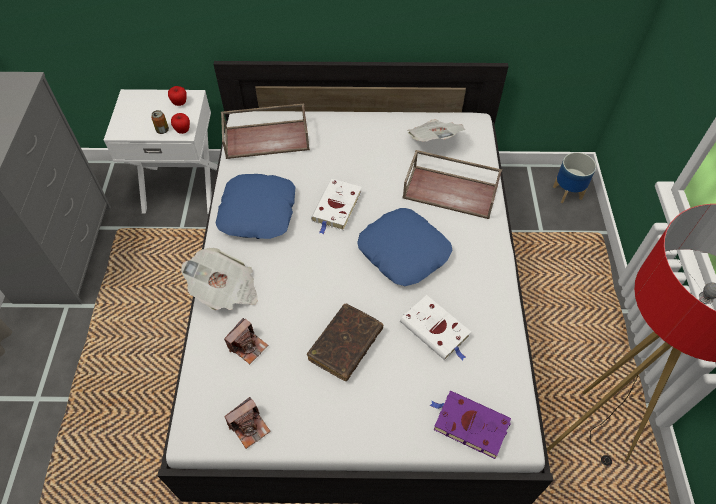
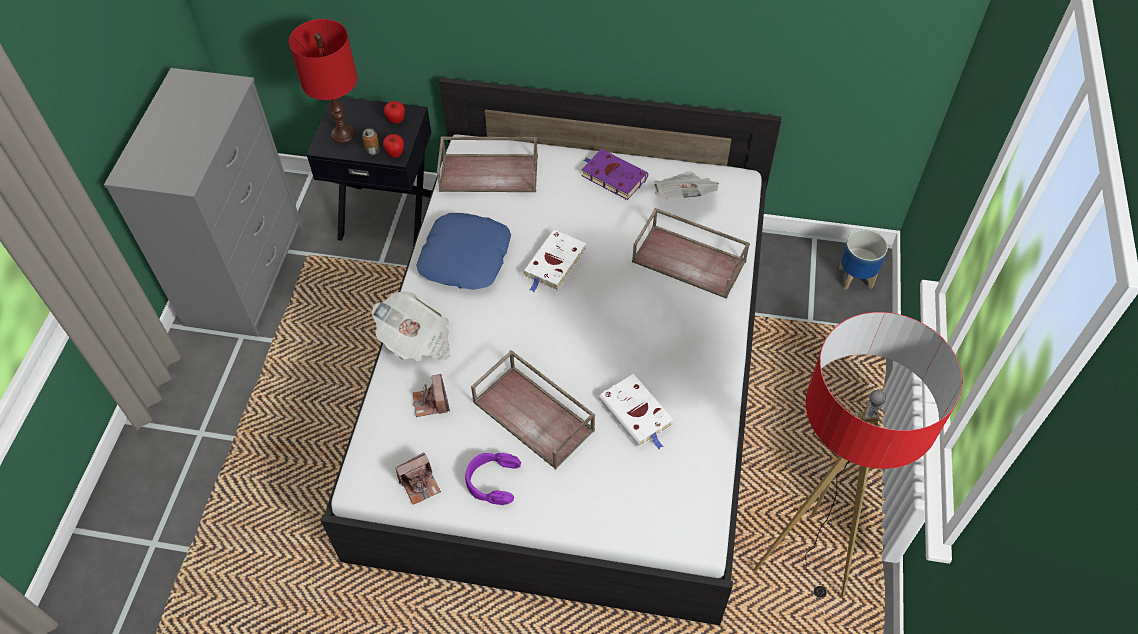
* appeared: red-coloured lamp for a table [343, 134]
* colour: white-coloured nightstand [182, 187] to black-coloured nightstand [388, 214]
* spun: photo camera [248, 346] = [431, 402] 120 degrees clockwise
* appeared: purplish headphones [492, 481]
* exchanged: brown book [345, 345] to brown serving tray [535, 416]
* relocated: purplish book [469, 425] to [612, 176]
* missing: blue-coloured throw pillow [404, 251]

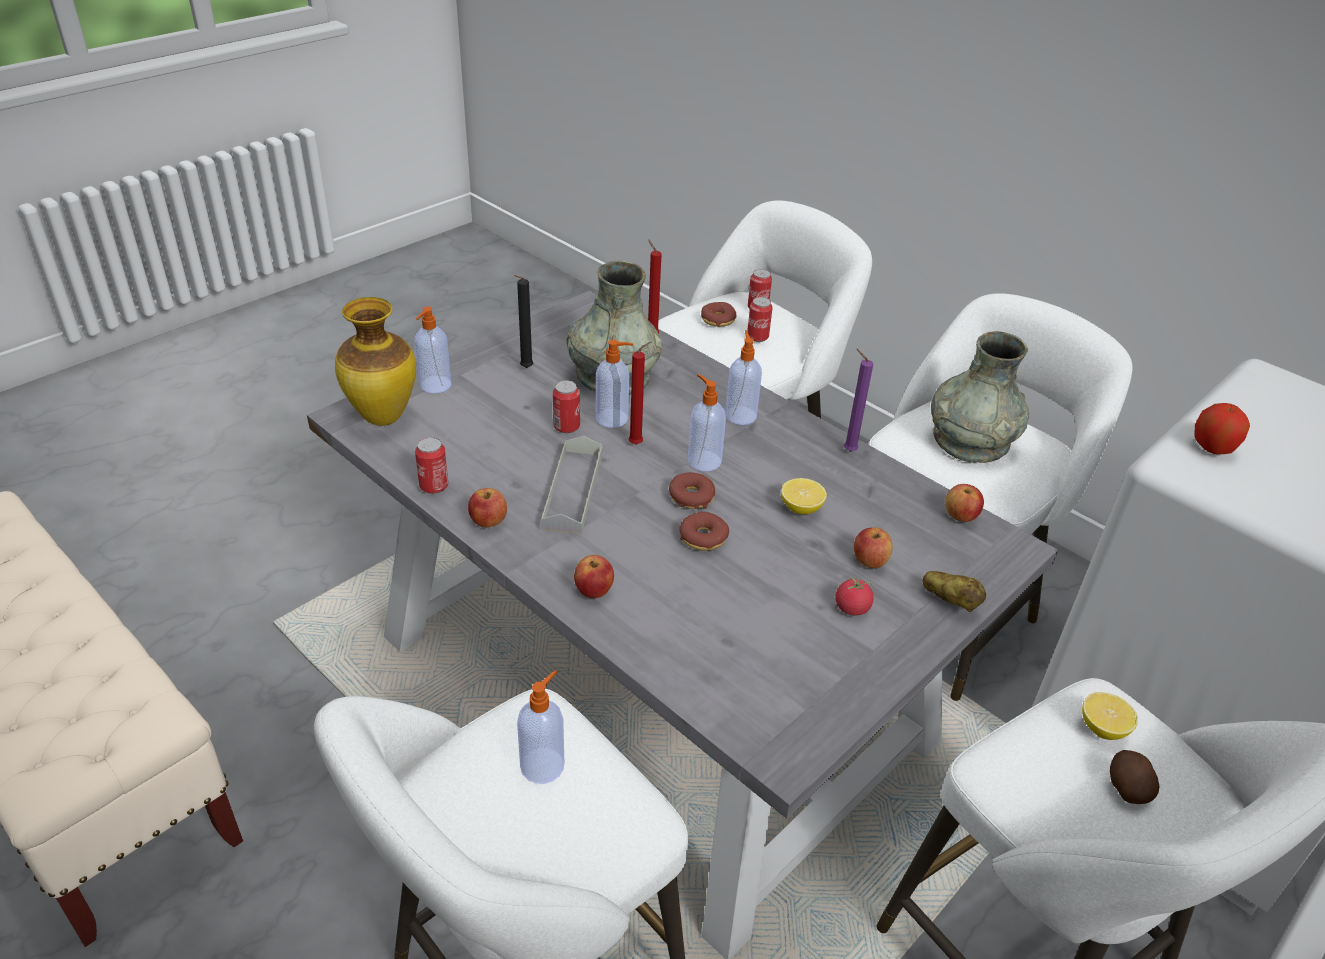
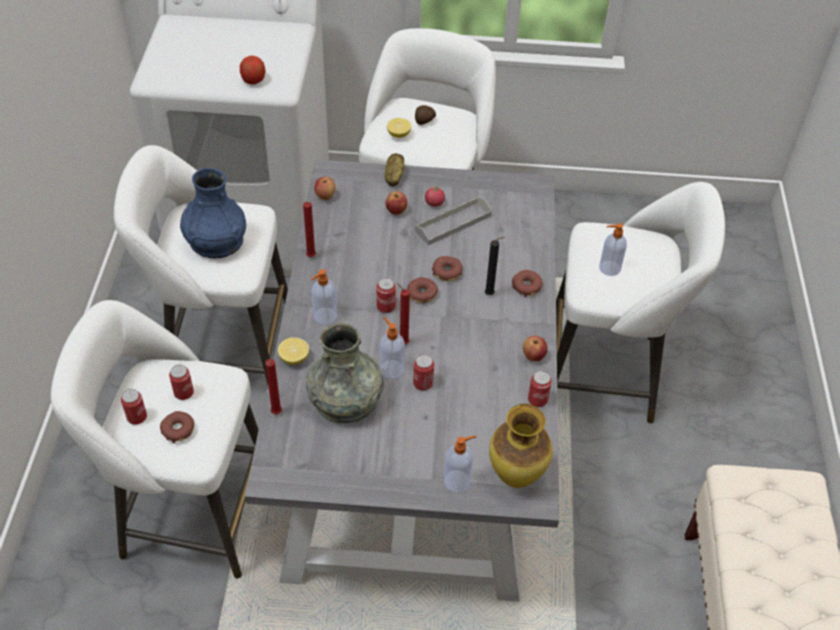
* colour: greyish vase [970, 440] to blue-coloured vase [216, 241]
* relocated: citrus fruit [801, 508] to [294, 358]
* colour: purplish wax light [847, 450] to red-coloured wax light [311, 257]
* exchanged: liquid soap bottle [703, 460] to sealed can [386, 307]
* relocated: greyish serving tray [573, 490] to [453, 223]
* relocated: black-coloured wax light [525, 369] to [491, 294]
* exchanged: apple fruit [594, 591] to donut [526, 286]

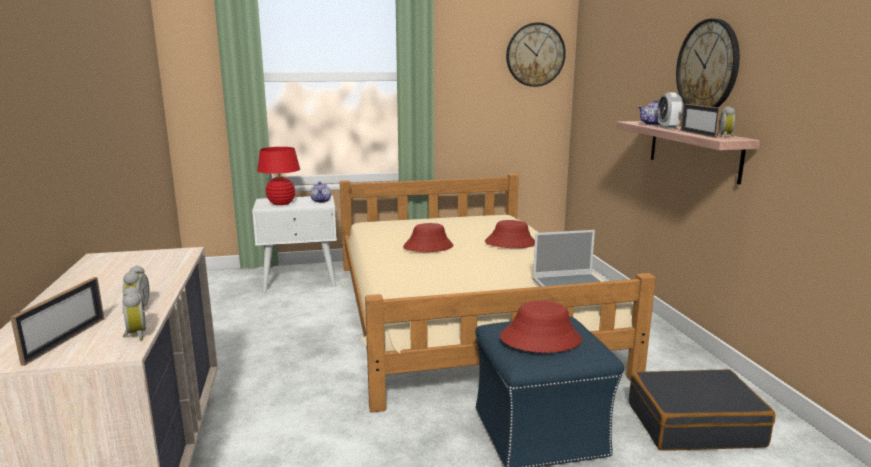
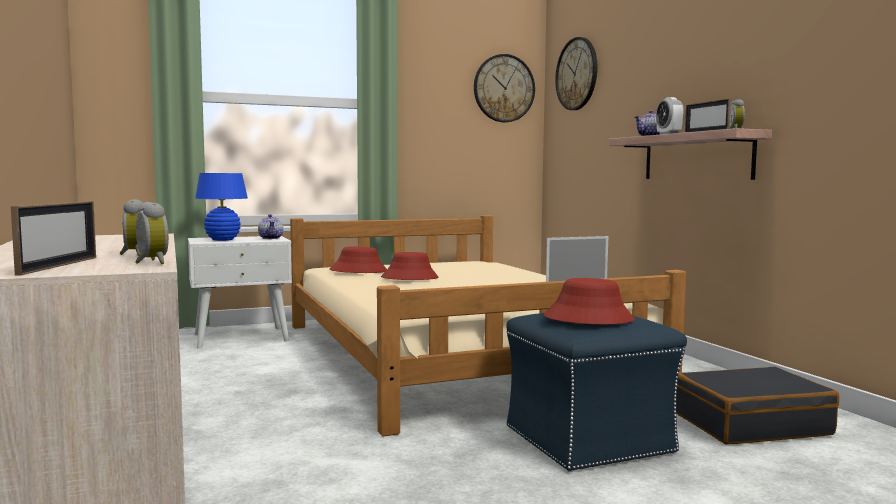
* colour: red-coloured lamp for a table [281, 203] to blue-coloured lamp for a table [222, 240]
* relocated: red-coloured clothing hat [510, 243] to [358, 271]
* relocated: wall clock [707, 66] to [577, 74]

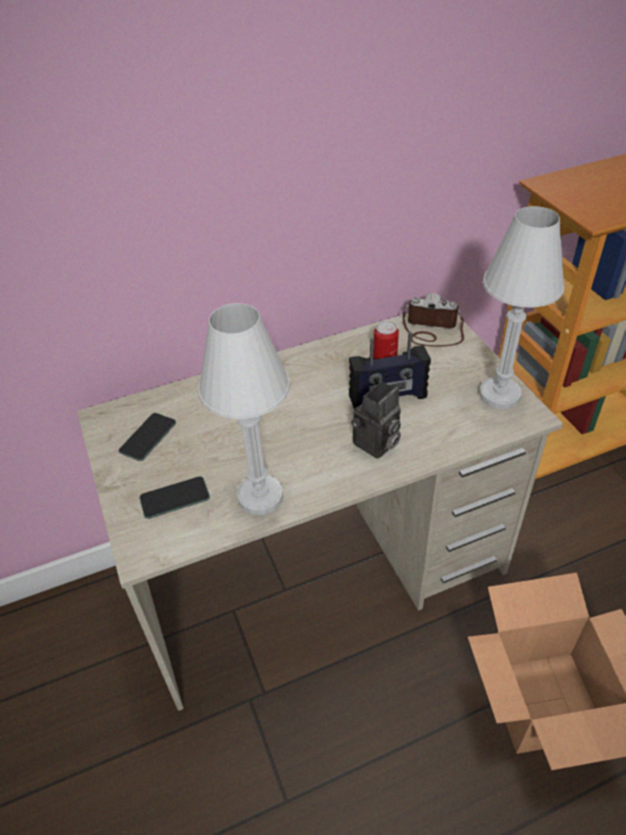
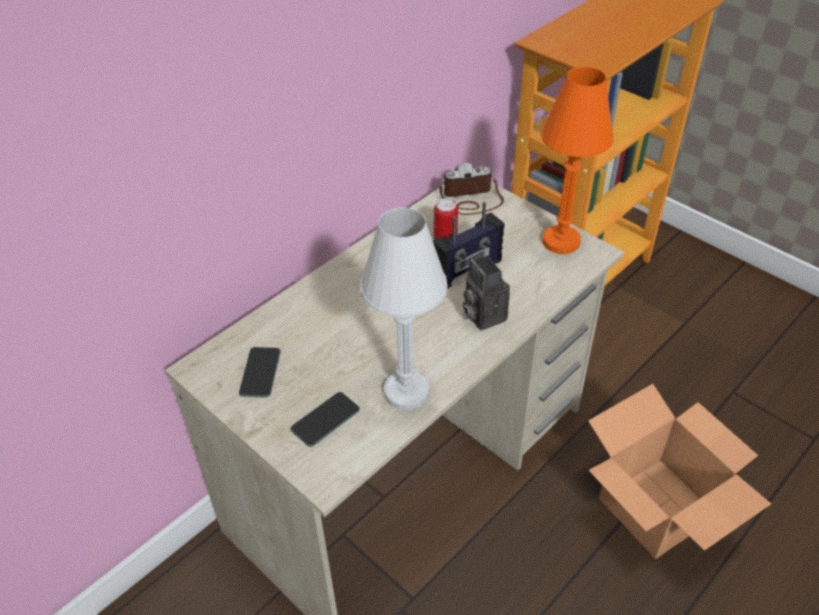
* spun: photo camera [376, 445] = [482, 315] 135 degrees clockwise
* colour: white-coloured lamp for a table [499, 395] to orange lamp for a table [561, 241]

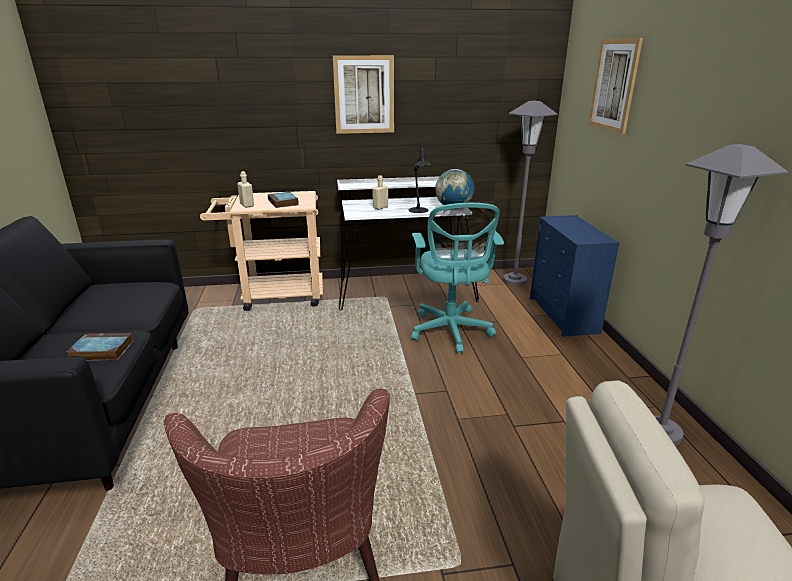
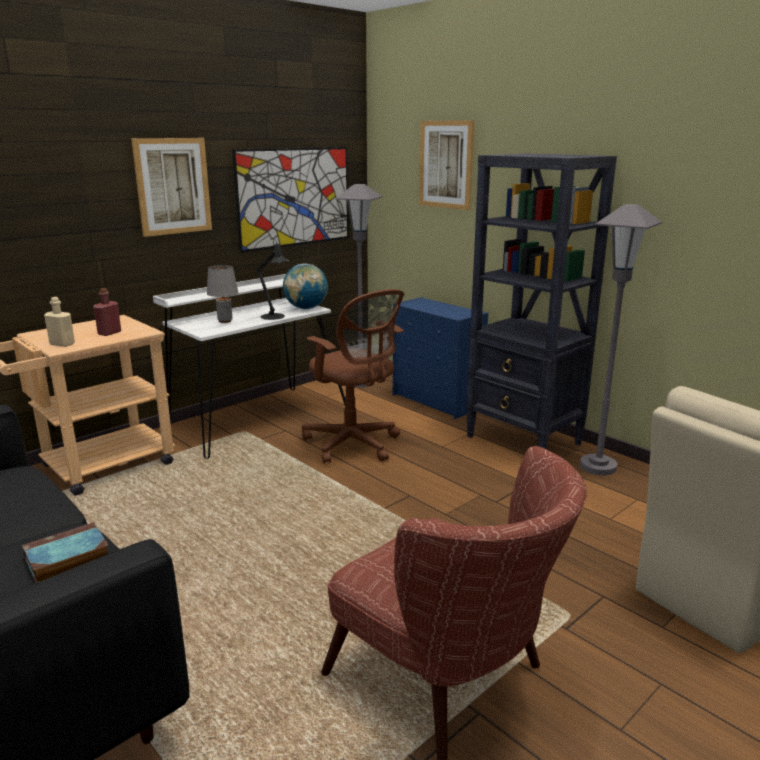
* exchanged: book [283, 202] to red-coloured drink bottle [109, 333]
* exchanged: beige drink bottle [380, 207] to greyish lamp for a table [225, 321]
* appeared: picture [295, 197]
* colour: turquoise office chair [451, 332] to brown office chair [354, 444]
* appeared: black-coloured bookcase [524, 441]

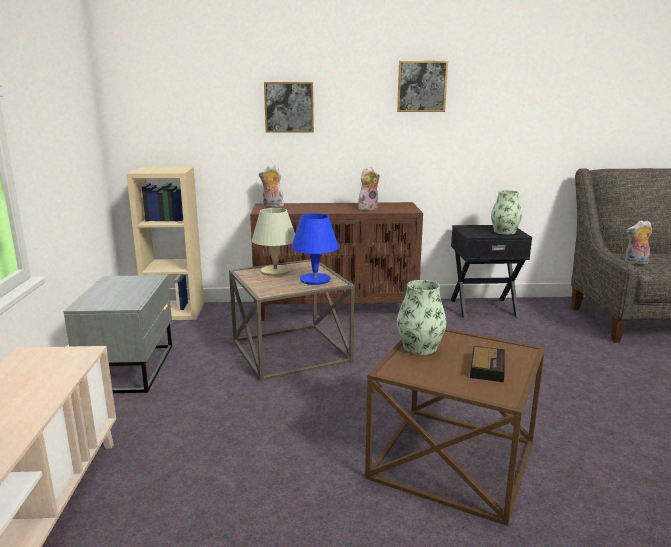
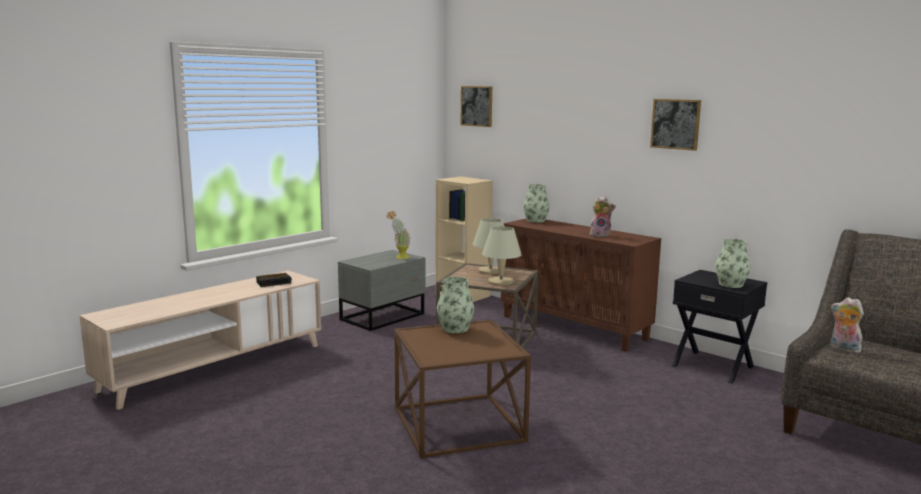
* relocated: bedside clock [487, 367] to [274, 282]
* appeared: plant in a pot [399, 258]
* relocated: picture [289, 107] to [477, 106]
* colour: blue-coloured lamp for a table [315, 280] to beige lamp for a table [500, 282]
* exchanged: cuddly toy [272, 206] to vase [535, 220]

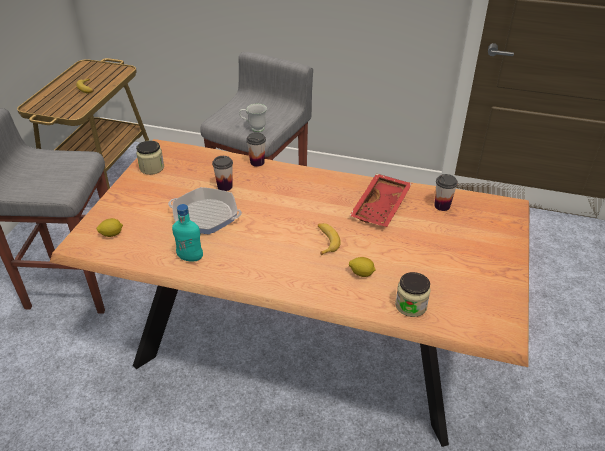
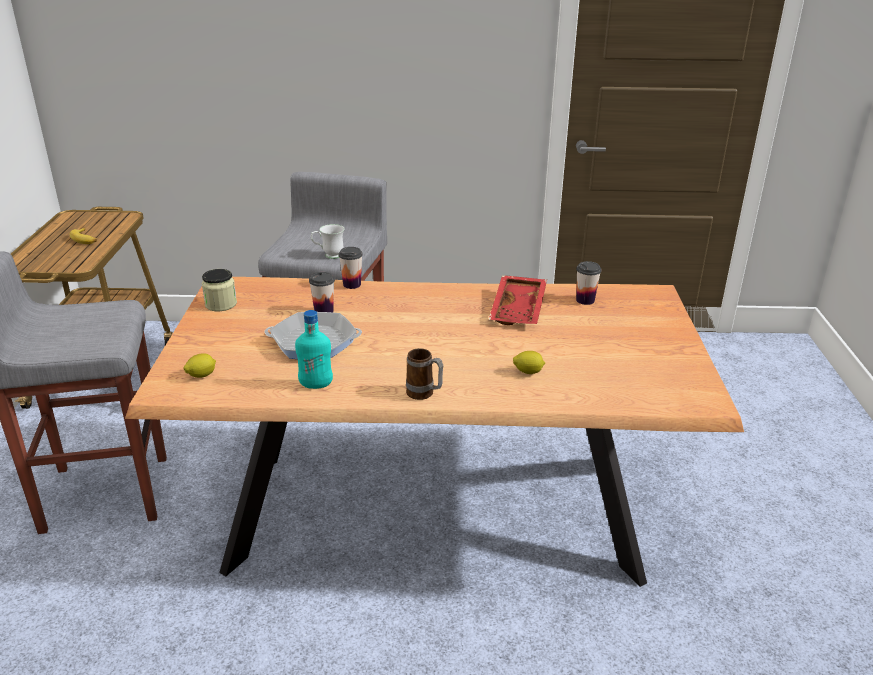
* appeared: coffee mug [424, 394]
* missing: banana fruit [325, 241]
* missing: storage jar [411, 305]

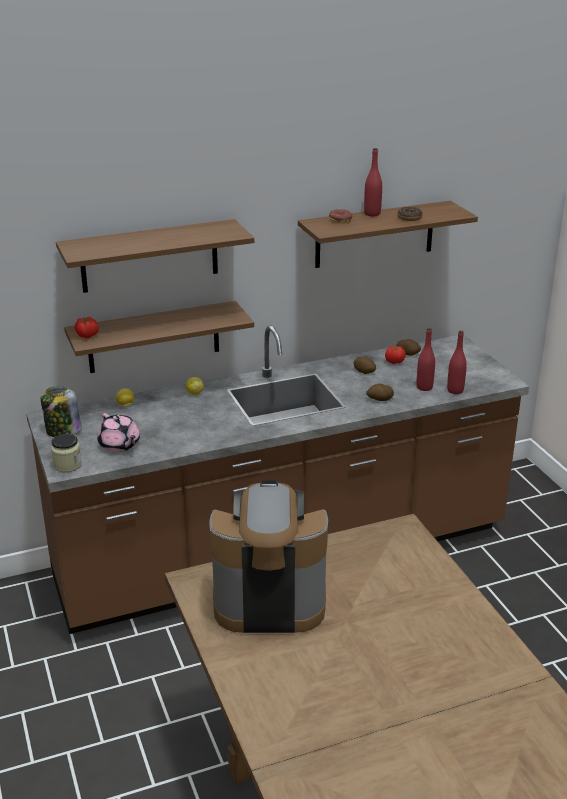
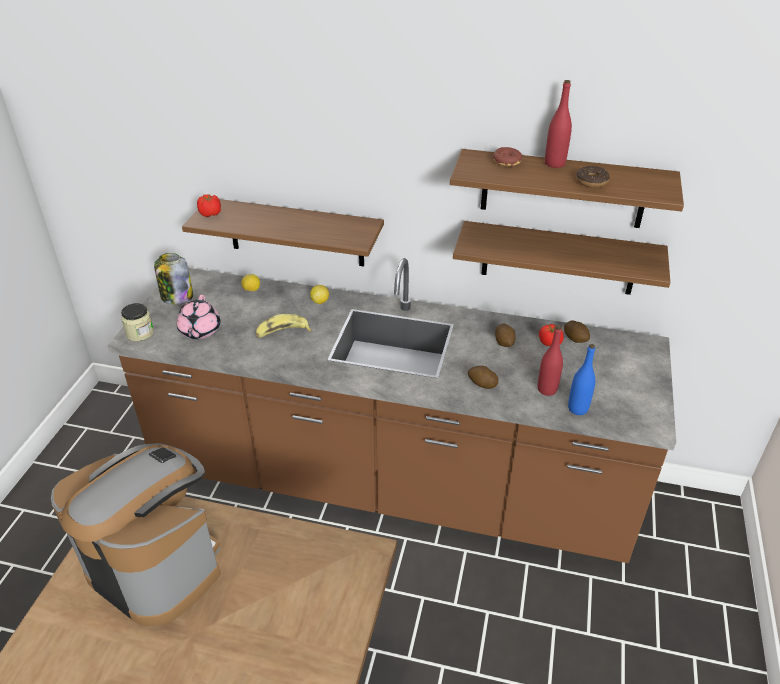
* appeared: banana fruit [282, 332]
* relocated: shelf [149, 256] to [558, 258]
* colour: red-coloured drink bottle [455, 390] to blue-coloured drink bottle [577, 408]

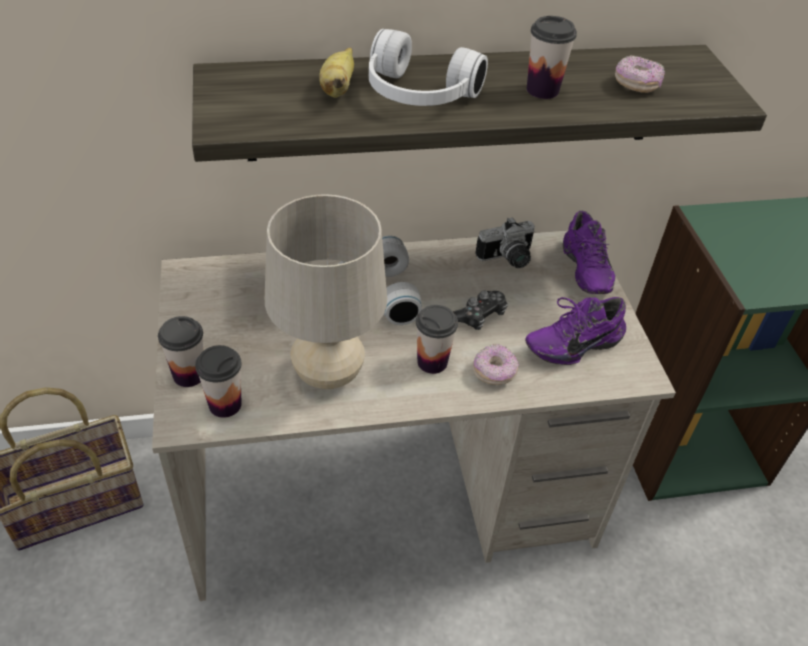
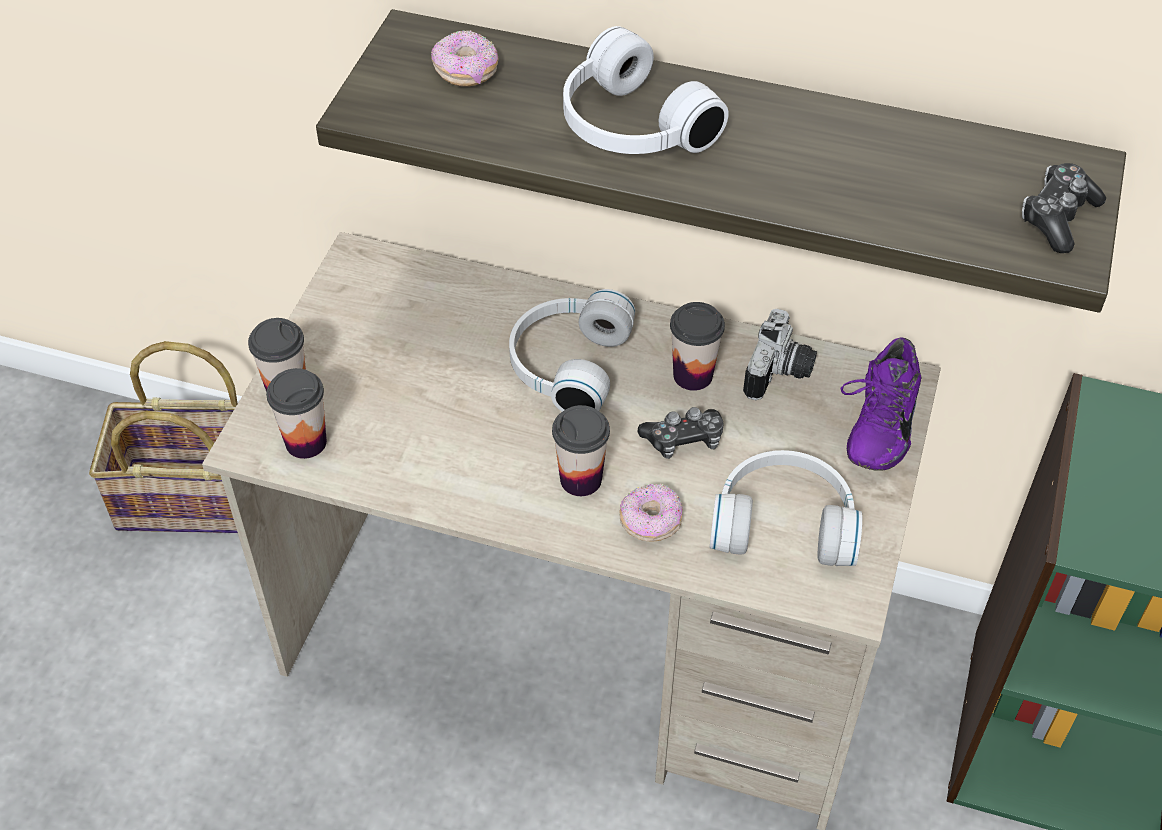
* relocated: donut [636, 85] to [466, 72]
* relocated: cup [542, 90] to [693, 375]
* exchanged: purplish low shoe [571, 343] to white-coloured headphones [784, 521]
* spun: photo camera [508, 259] = [781, 373] 75 degrees counterclockwise
* appeared: joypad [1057, 217]
* missing: beige lamp for a table [327, 375]
* missing: banana fruit [338, 88]

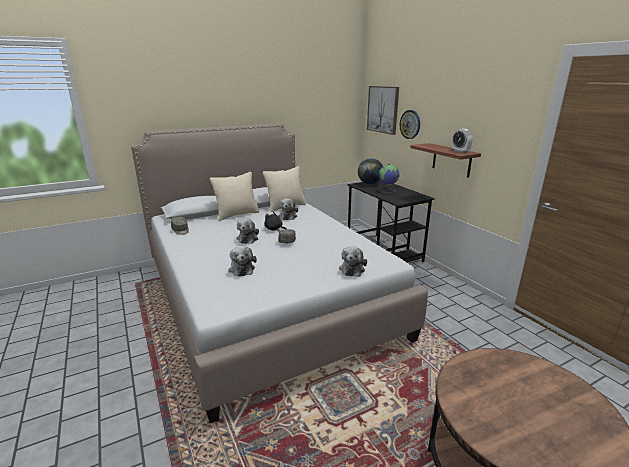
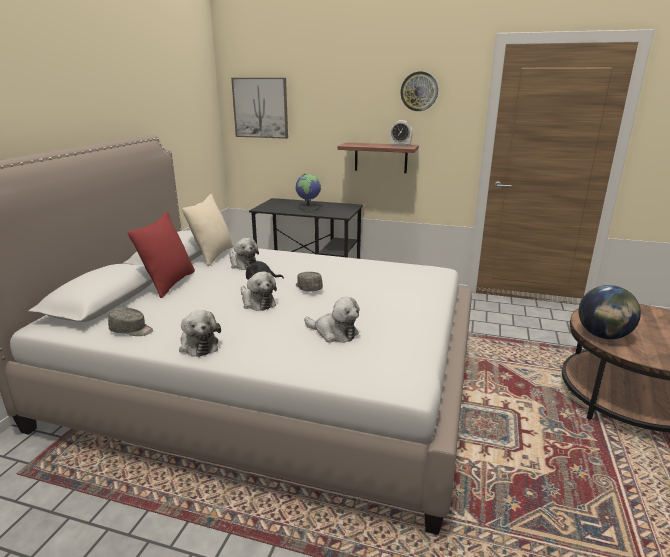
* colour: beige throw pillow [237, 214] to red-coloured throw pillow [169, 283]
* relocated: cuddly toy [352, 269] to [198, 345]
* relocated: wall clock [410, 124] to [419, 91]
* relocated: desk globe [369, 184] to [603, 336]

